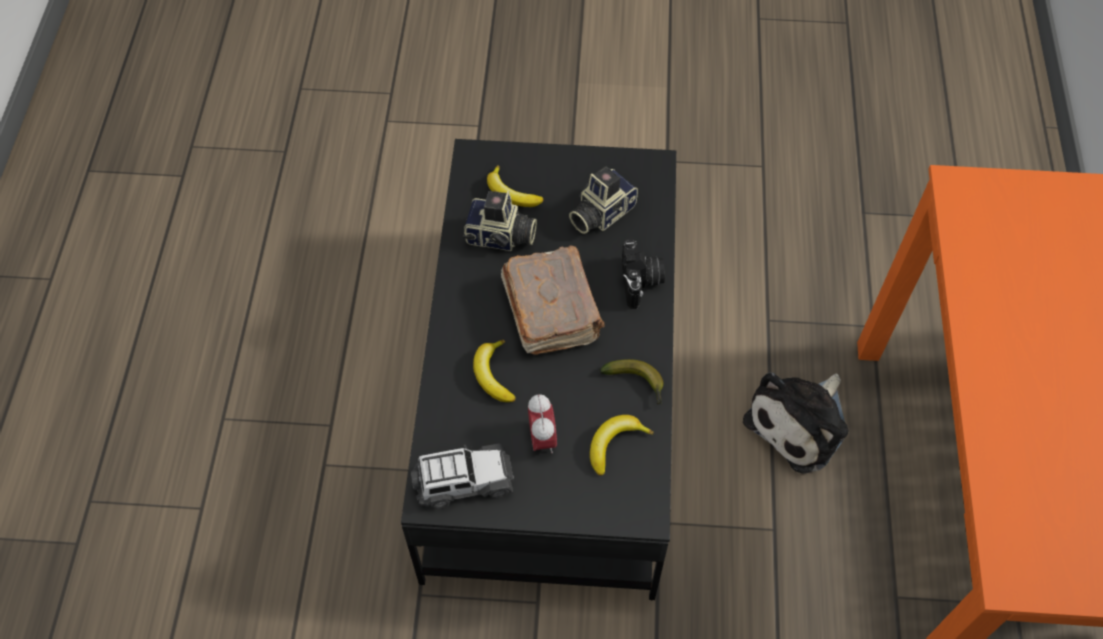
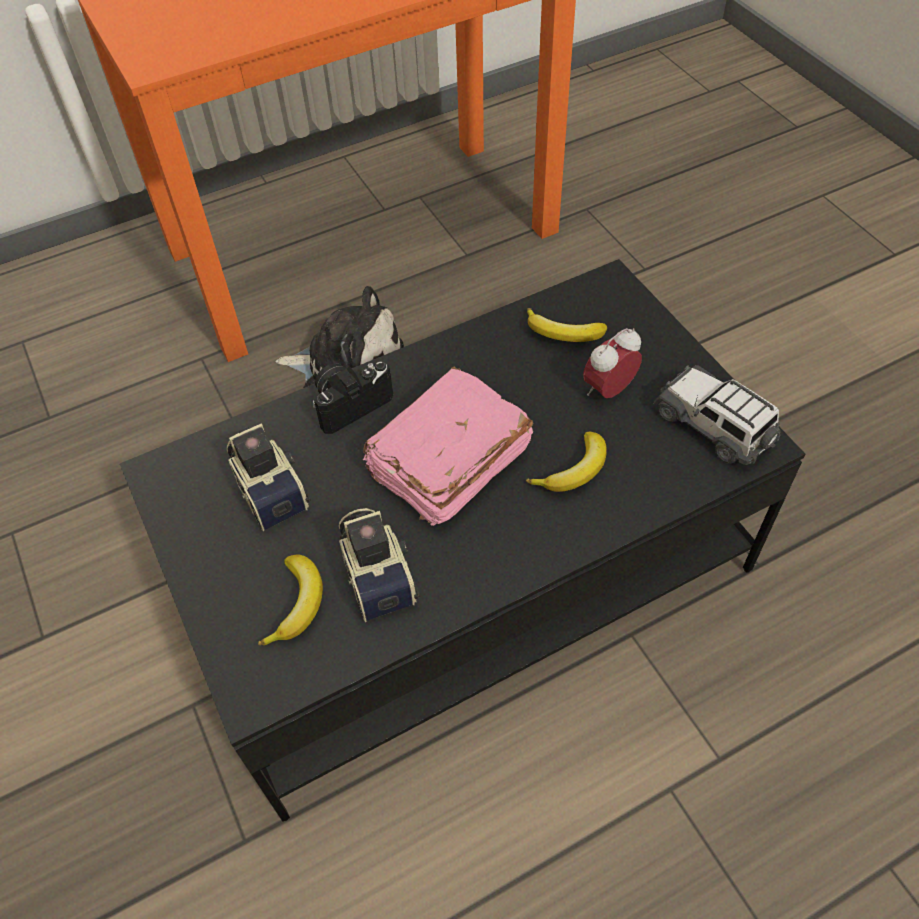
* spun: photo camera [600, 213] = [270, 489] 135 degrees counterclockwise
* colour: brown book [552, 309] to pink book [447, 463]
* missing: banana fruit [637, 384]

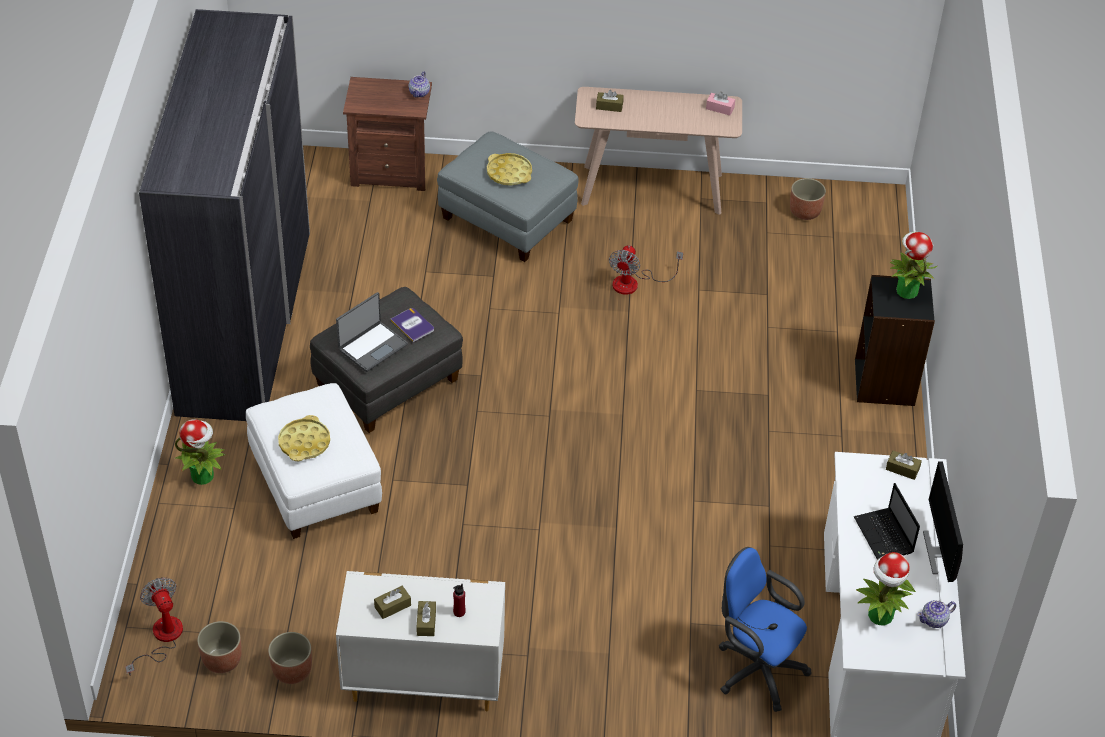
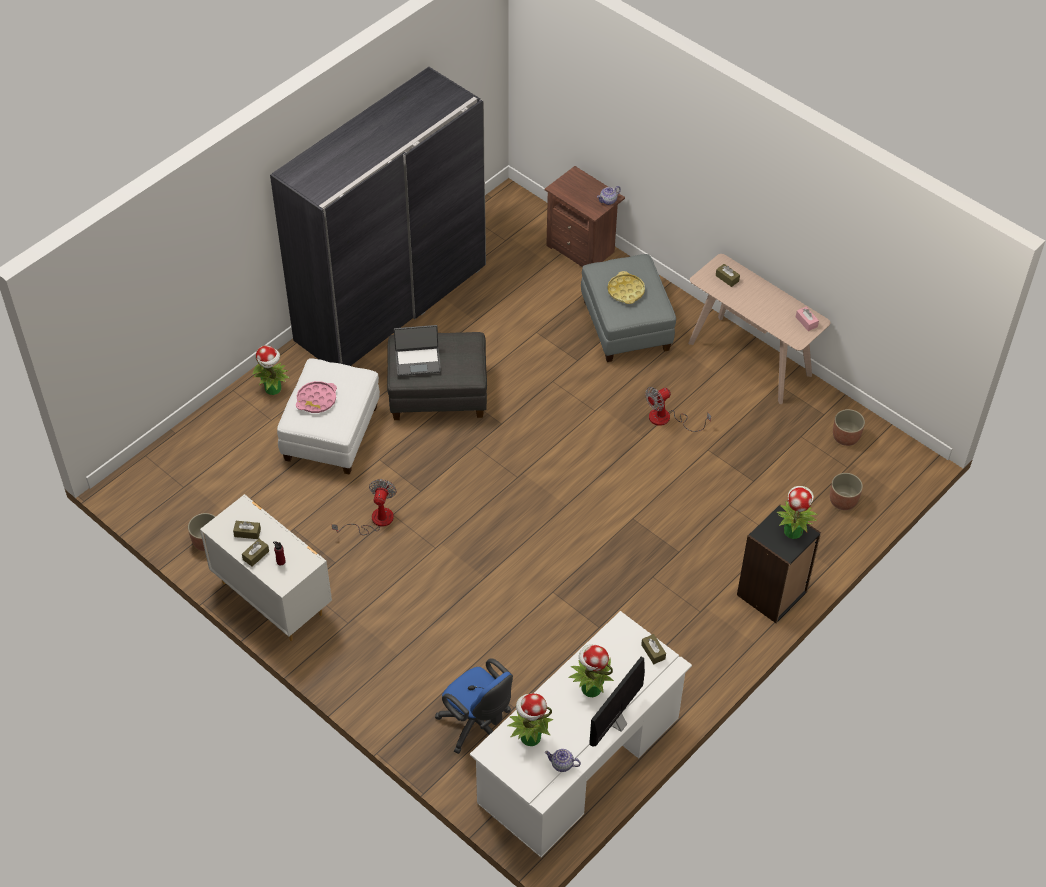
* colour: yellow-coloured serving tray [304, 442] to pink serving tray [316, 400]
* relocated: fan [161, 638] to [374, 520]
* spun: blue-coloured office chair [755, 668] = [478, 726] 150 degrees clockwise
* exchanged: portable computer [884, 536] to plant in a pot [590, 688]
* relocated: plant pot [221, 660] to [843, 501]
* missing: book [412, 325]

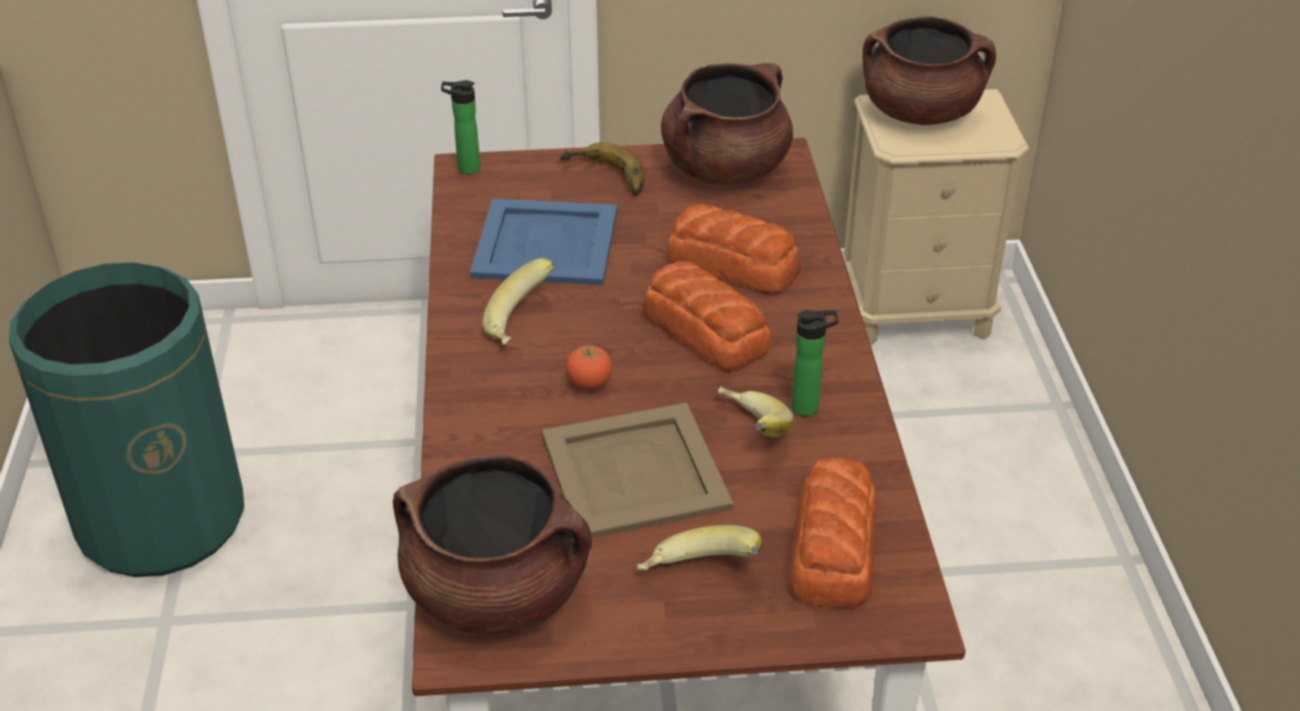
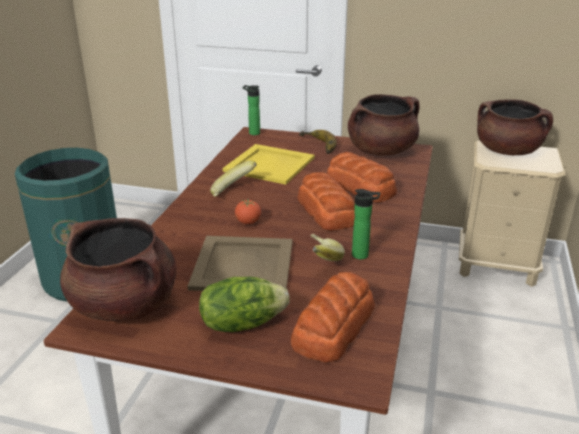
* exchanged: banana fruit [698, 576] to lettuce head [242, 323]
* colour: blue-coloured serving tray [544, 242] to yellow-coloured serving tray [269, 164]

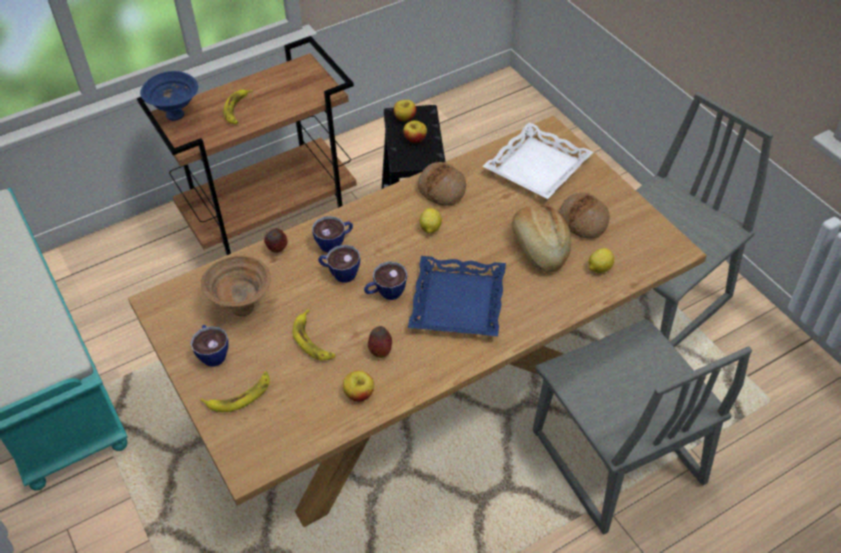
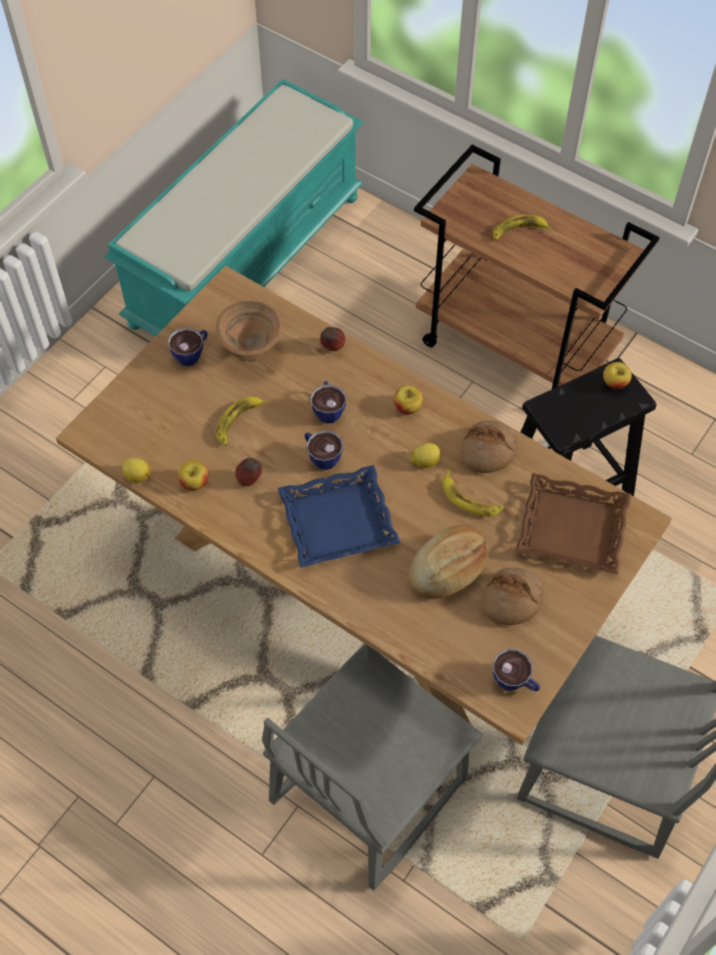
* relocated: citrus fruit [599, 268] to [137, 475]
* relocated: apple fruit [415, 139] to [407, 407]
* relocated: banana fruit [240, 395] to [470, 499]
* relocated: cup [335, 243] to [515, 682]
* colour: white-coloured serving tray [538, 167] to brown serving tray [571, 530]
* missing: blue-coloured deep dish [177, 115]

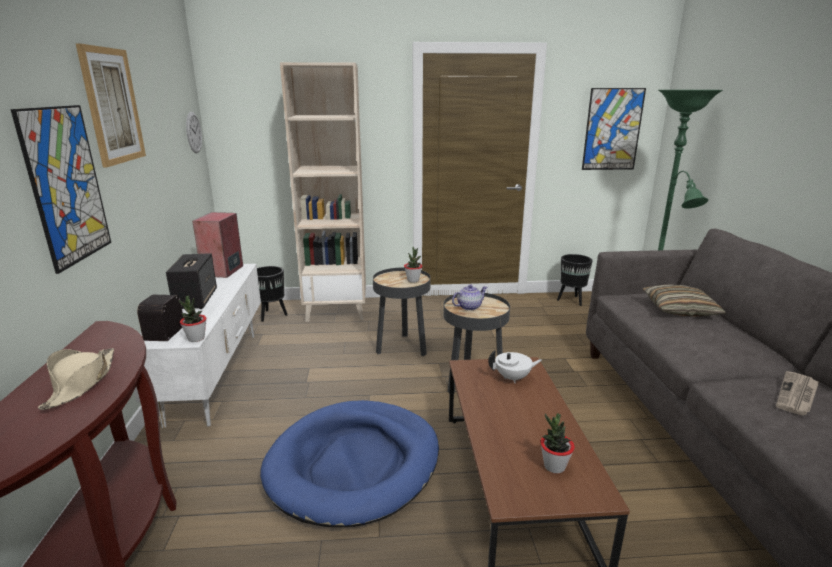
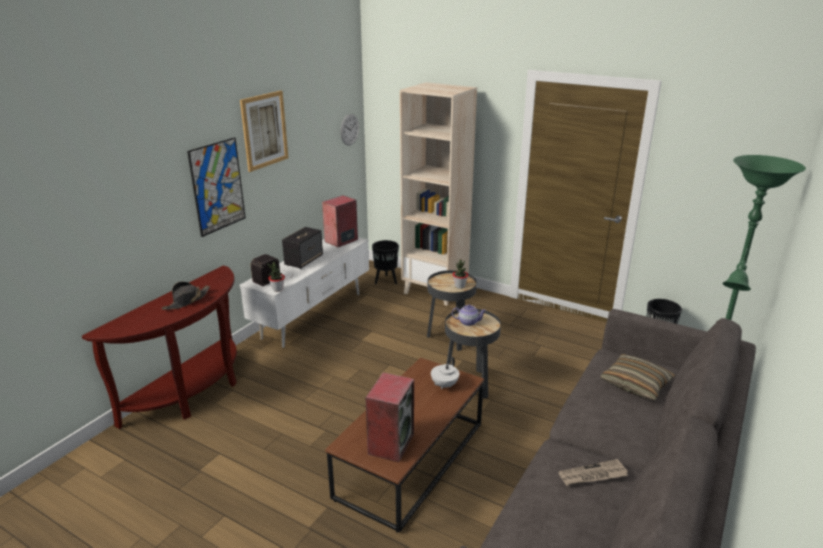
* colour: beige clothing hat [81, 383] to black-coloured clothing hat [187, 301]
* exchanged: plant in a pot [554, 466] to loudspeaker [390, 443]
* spun: white-coloured tea pot [513, 378] = [444, 385] 90 degrees clockwise
* missing: blue-coloured pet bed [354, 464]
* missing: picture [612, 129]

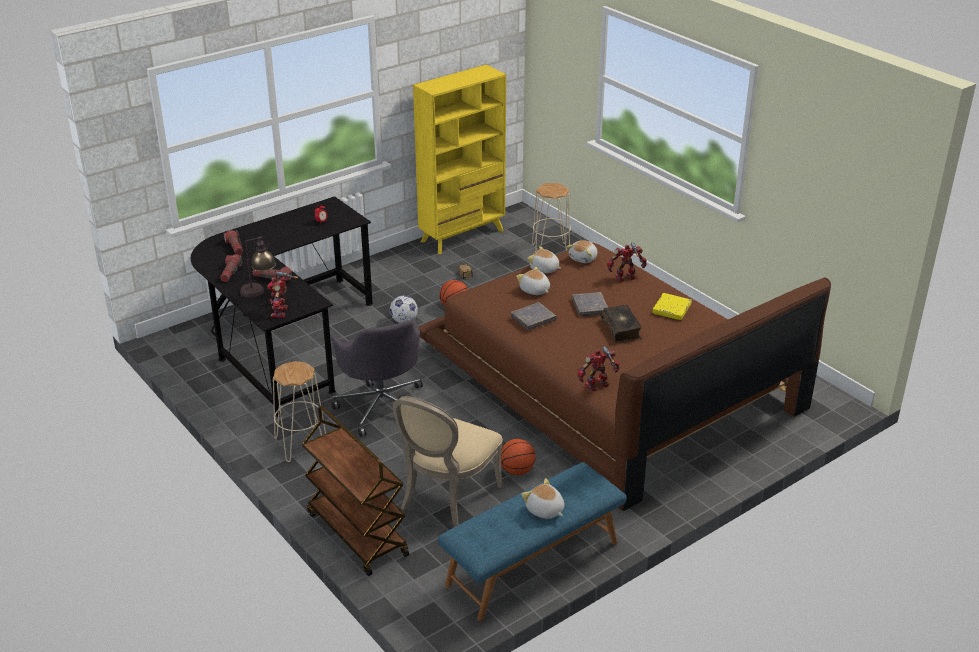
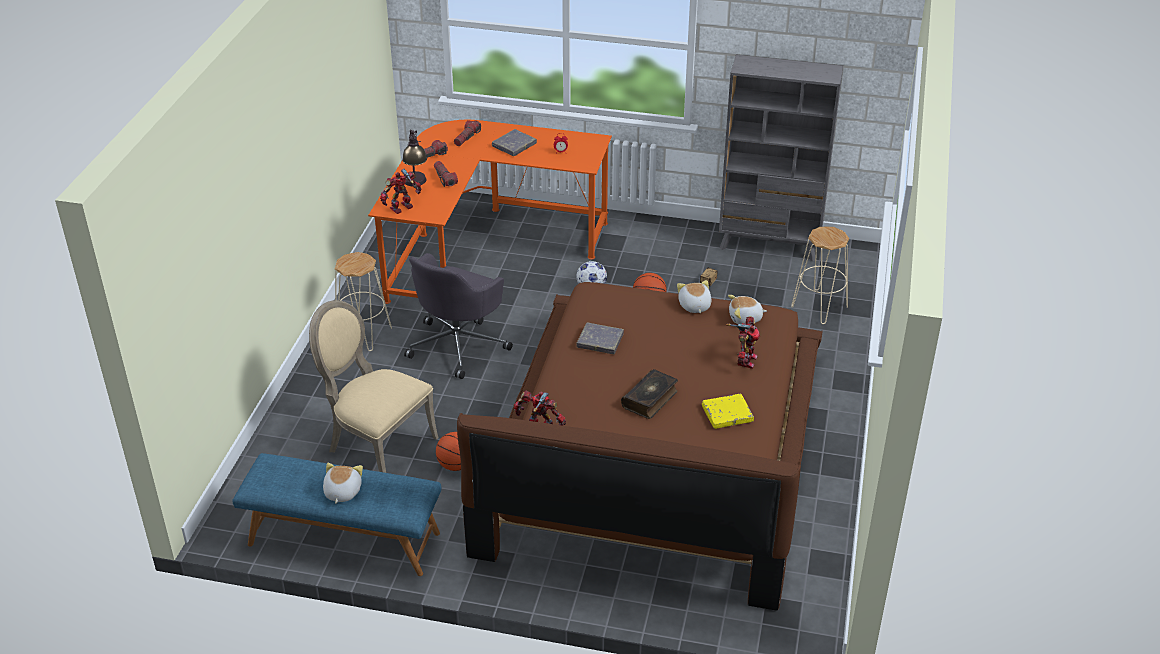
* spun: beige chair [446, 498] = [377, 445] 45 degrees clockwise
* colour: black-coloured desk [284, 340] to orange desk [485, 247]
* relocated: greyish book [590, 307] to [514, 145]
* colour: yellow-coloured bookcase [463, 236] to greyish bookcase [770, 244]
* spun: toy robot [626, 278] = [745, 360] 75 degrees clockwise
* missing: brown cart [356, 534]
* missing: cuddly toy [534, 290]

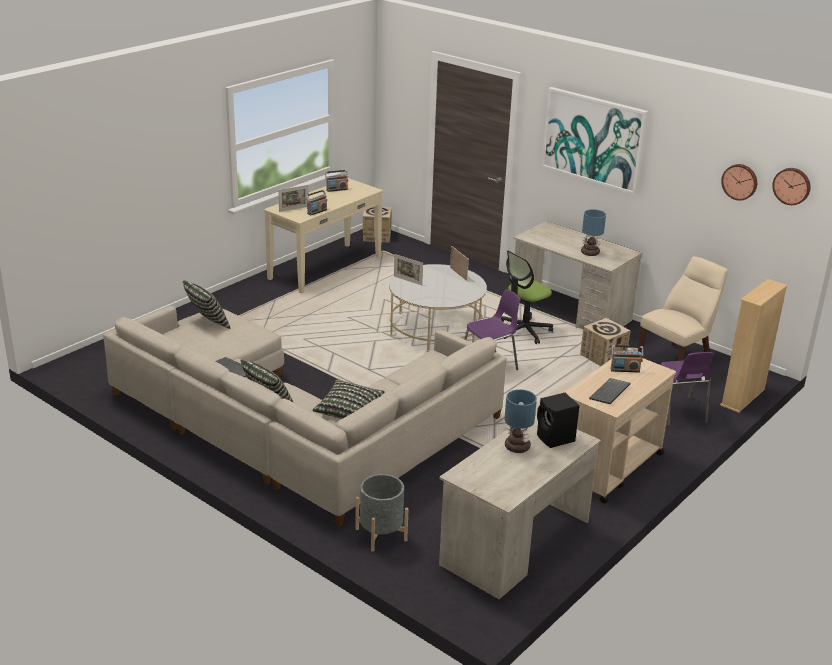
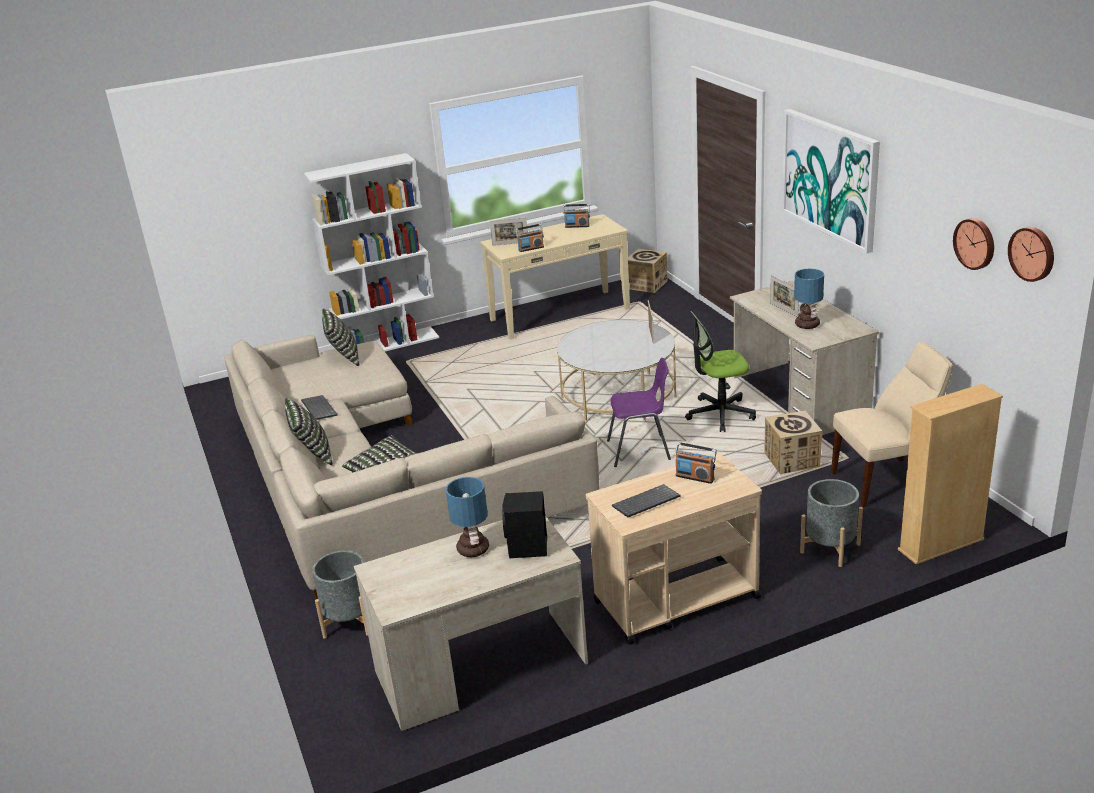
* appeared: white-coloured bookcase [388, 344]
* relocated: standing frame [408, 280] to [784, 309]
* exchanged: purplish chair [678, 412] to greyish plant pot [830, 548]

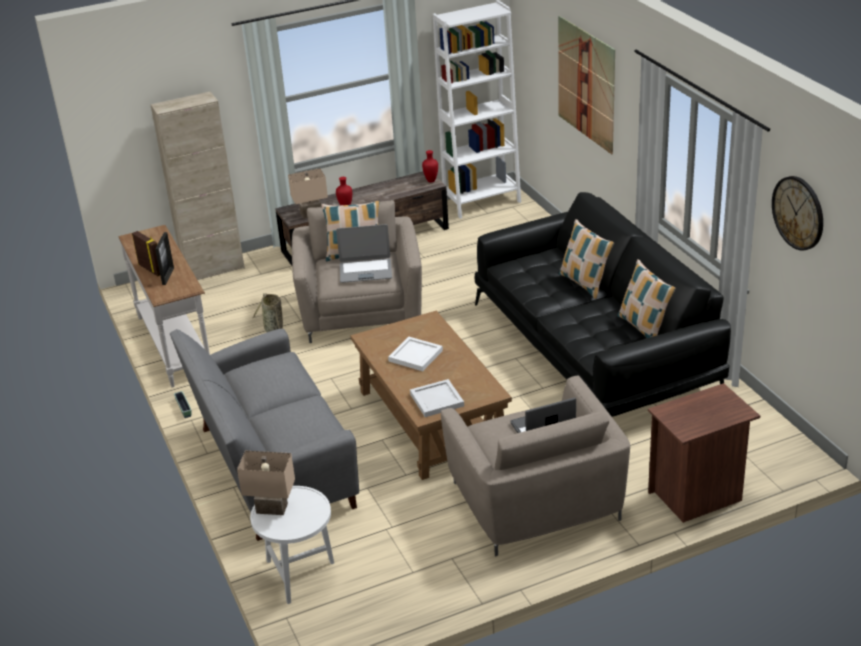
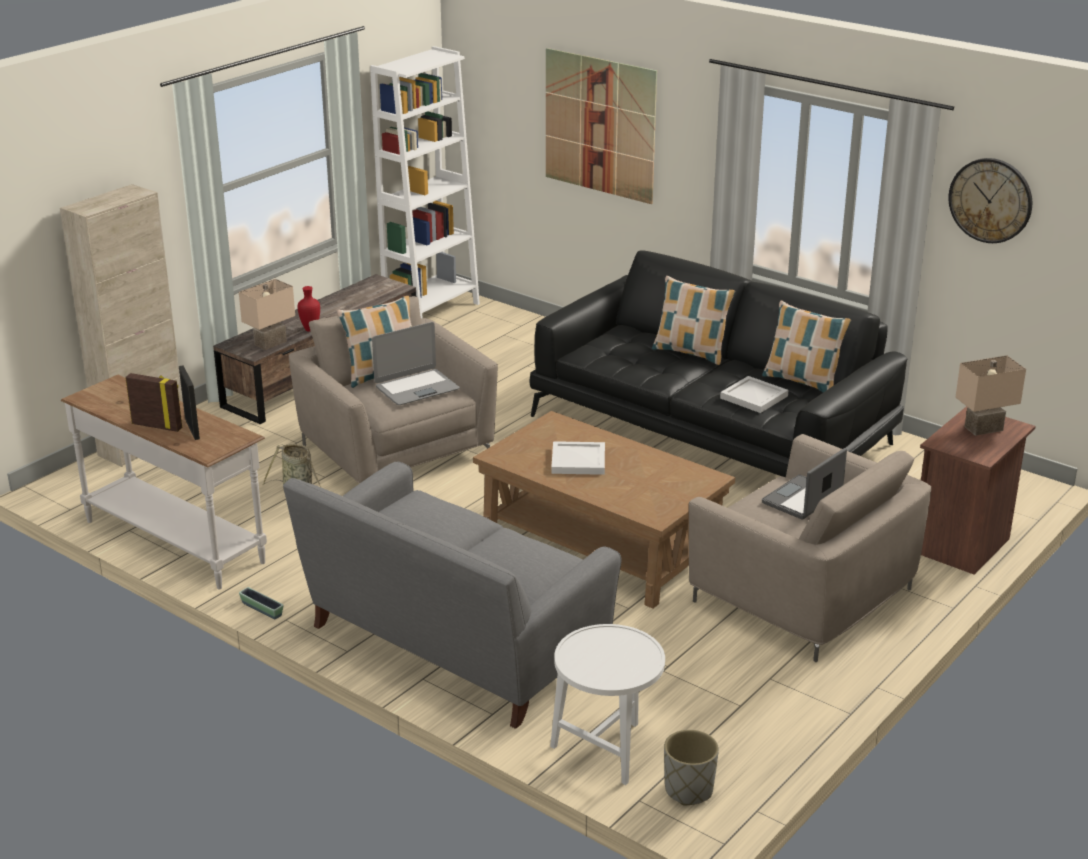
* appeared: greyish plant pot [688, 790]
* relocated: white-coloured serving tray [436, 400] to [752, 397]
* relocated: beige lamp for a table [273, 507] to [983, 427]
* missing: red-coloured vase [431, 180]

